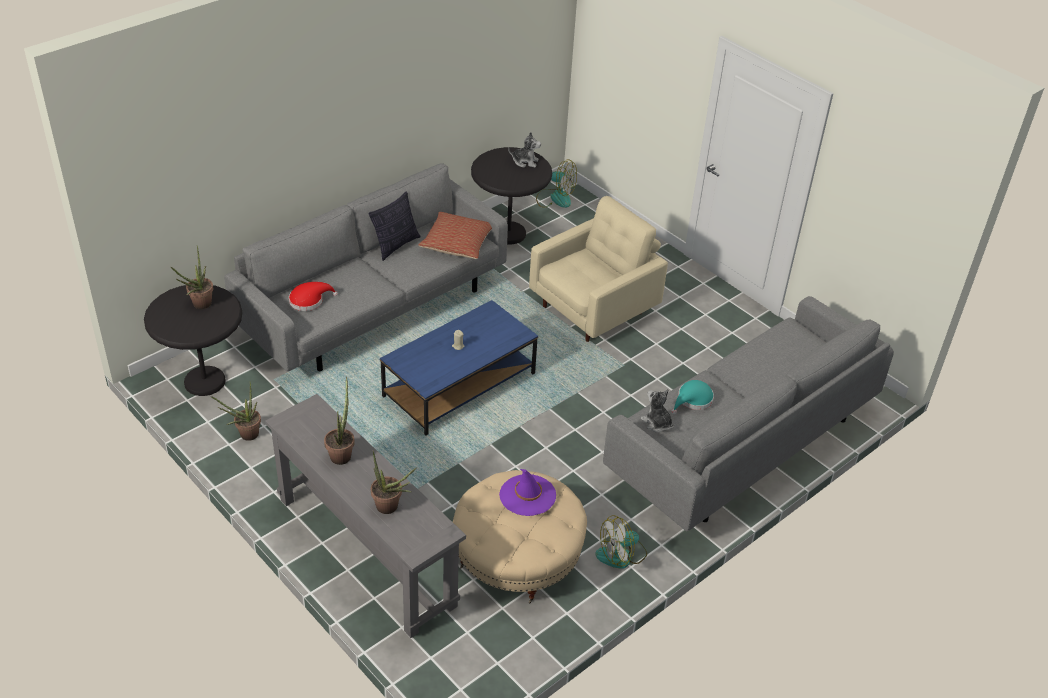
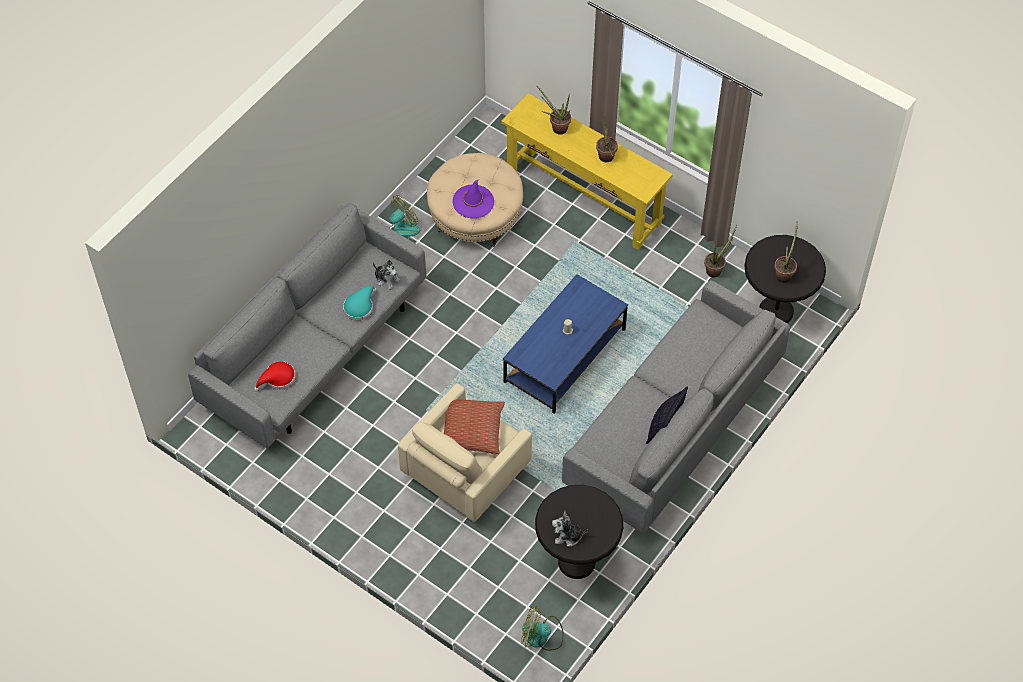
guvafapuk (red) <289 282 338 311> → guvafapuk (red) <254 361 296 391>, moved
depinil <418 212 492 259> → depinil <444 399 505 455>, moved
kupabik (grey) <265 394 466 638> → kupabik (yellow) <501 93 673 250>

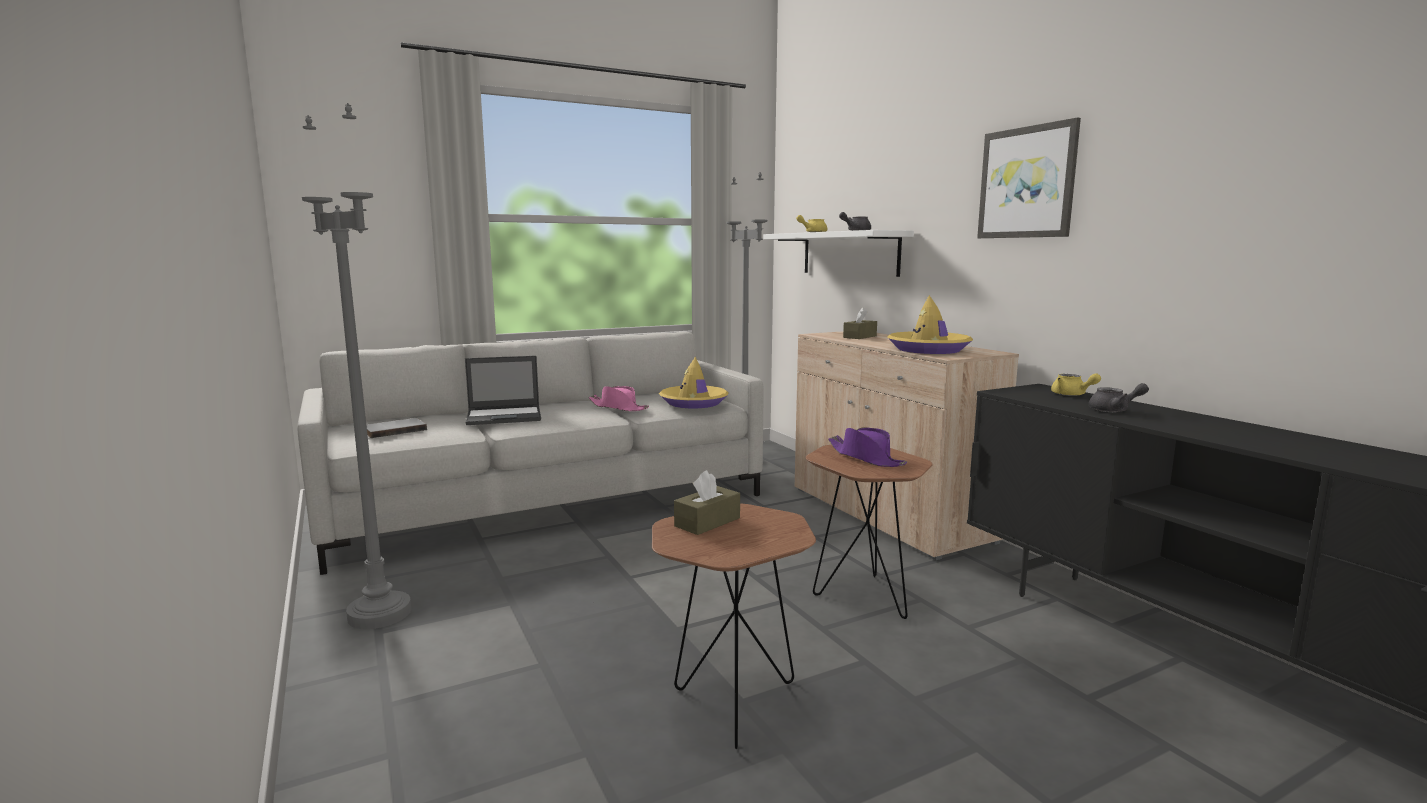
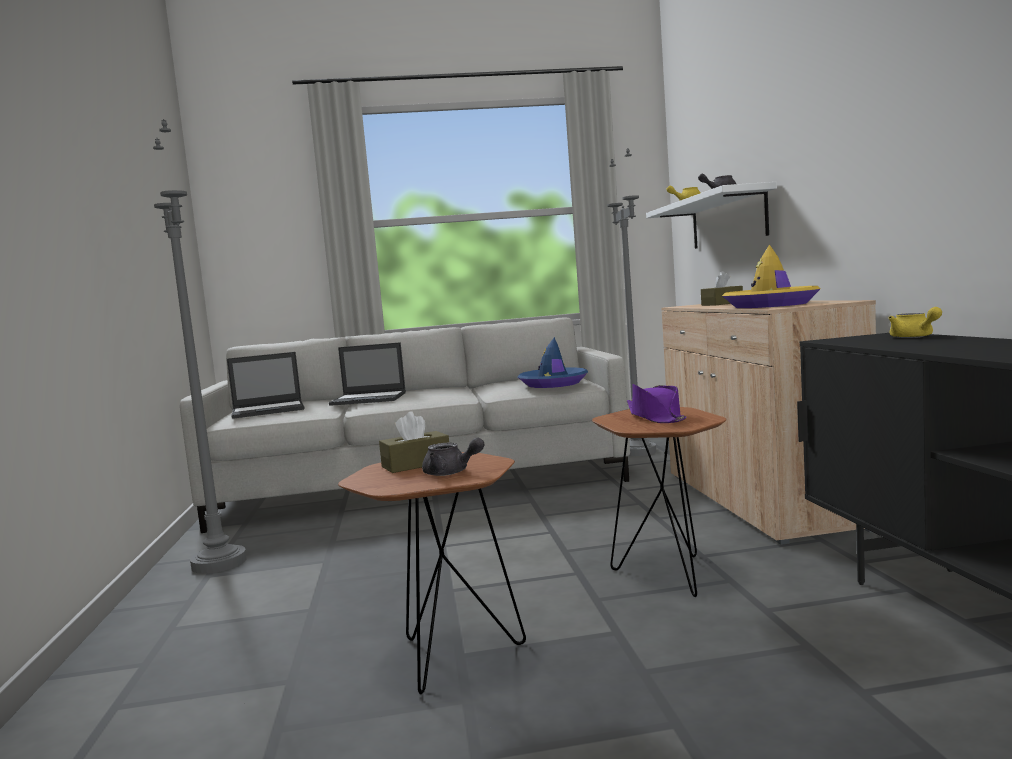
guvafapuk (pink) <589 386 649 411> → -
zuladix <977 117 1081 238> → -
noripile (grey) <1089 383 1149 412> → noripile (grey) <422 438 484 476>, moved
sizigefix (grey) <366 418 427 438> → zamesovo <227 352 304 419>
guvafapuk (yellow) <659 357 729 408> → guvafapuk (blue) <518 337 588 388>

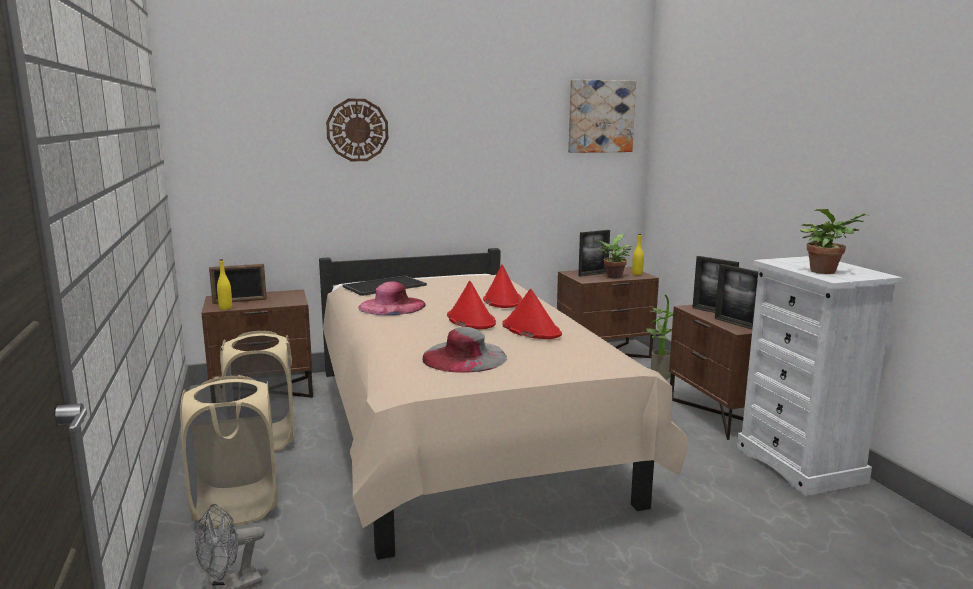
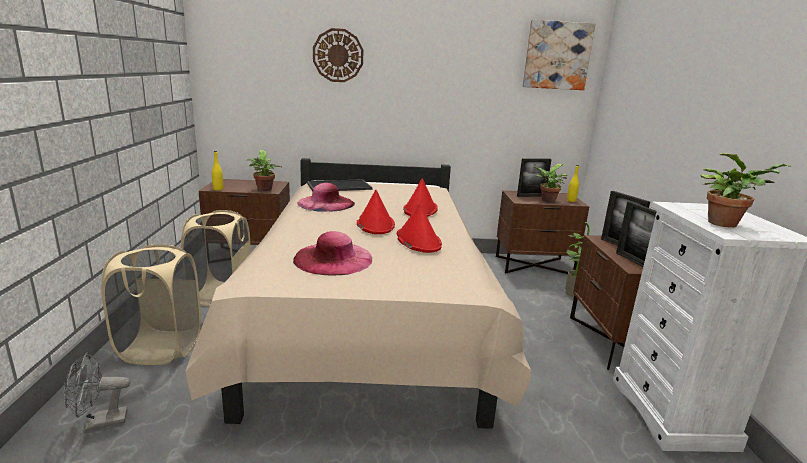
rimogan <209 264 267 304> → -
- → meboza <247 150 281 191>
guvafapuk (grey) <423 327 507 373> → guvafapuk (pink) <293 231 372 276>

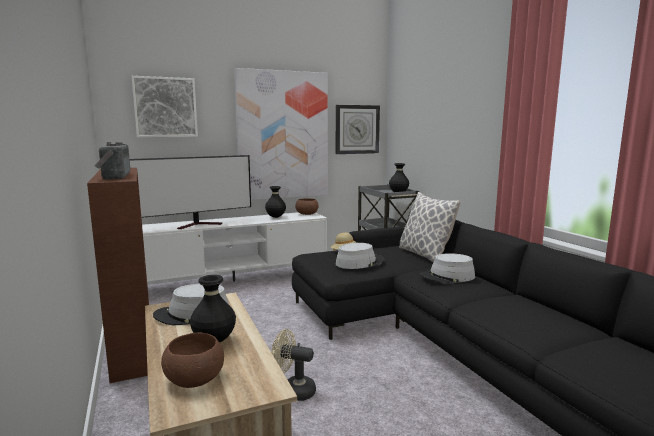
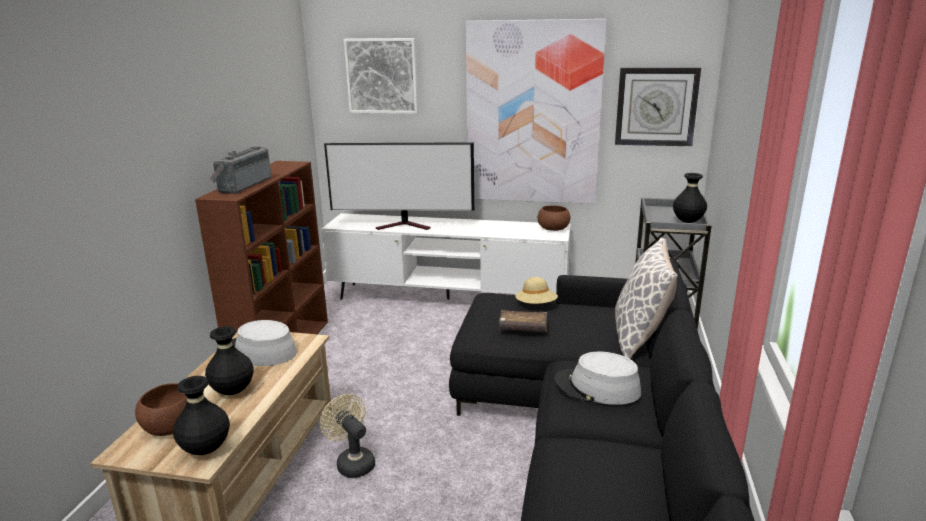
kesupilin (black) <265 186 286 218> → kesupilin (black) <173 376 230 455>, moved
guvafapuk (grey) <336 243 384 269> → sizigefix (brown) <499 310 547 332>

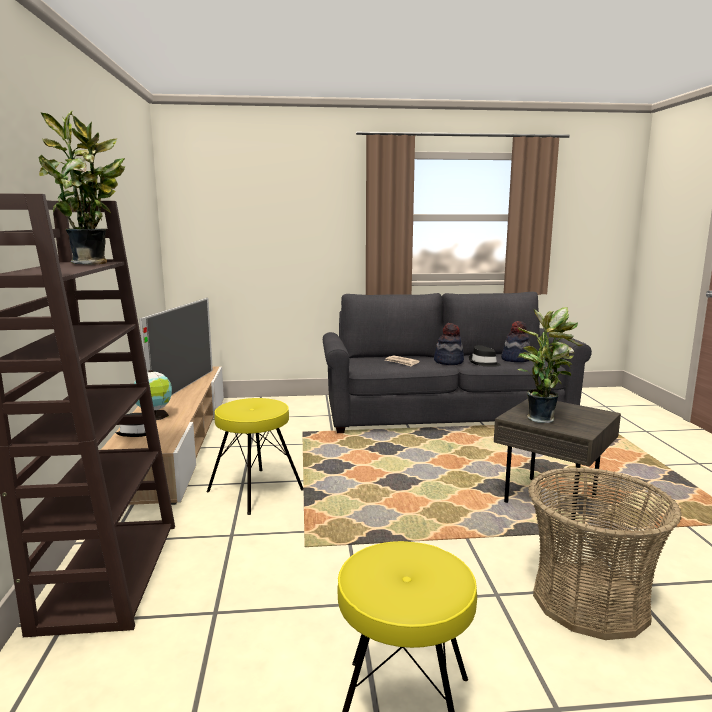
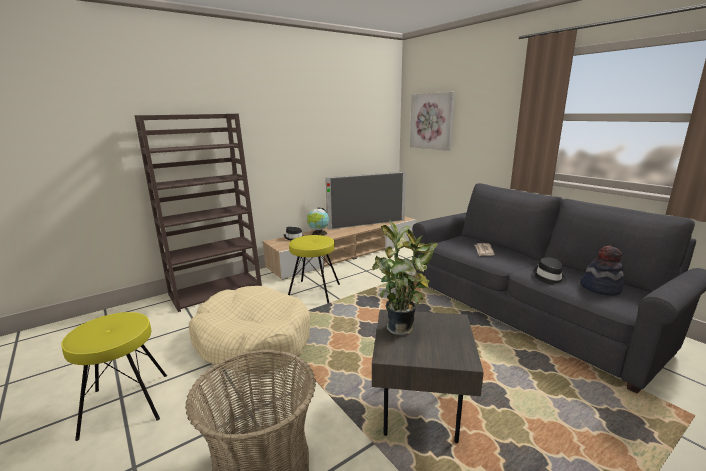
meboza <39 110 125 264> → -
guvafapuk <434 323 464 365> → -
- → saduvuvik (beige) <189 286 310 373>
- → zuladix <410 92 454 151>

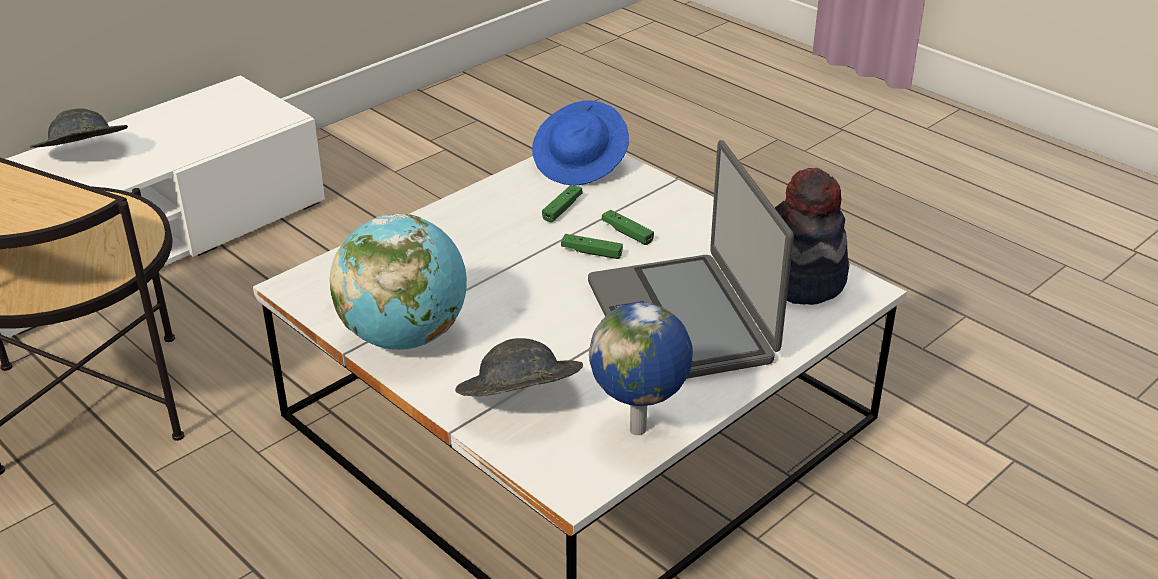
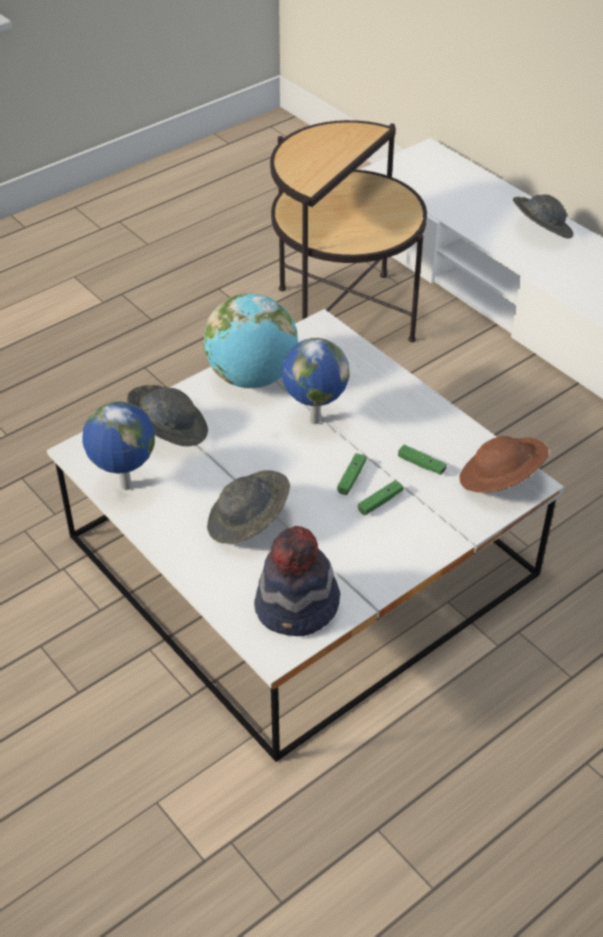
- → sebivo <282 338 350 424>
zamesovo <588 140 794 379> → guvafapuk (grey) <207 470 290 543>
guvafapuk (blue) <532 100 629 185> → guvafapuk (brown) <460 436 548 493>

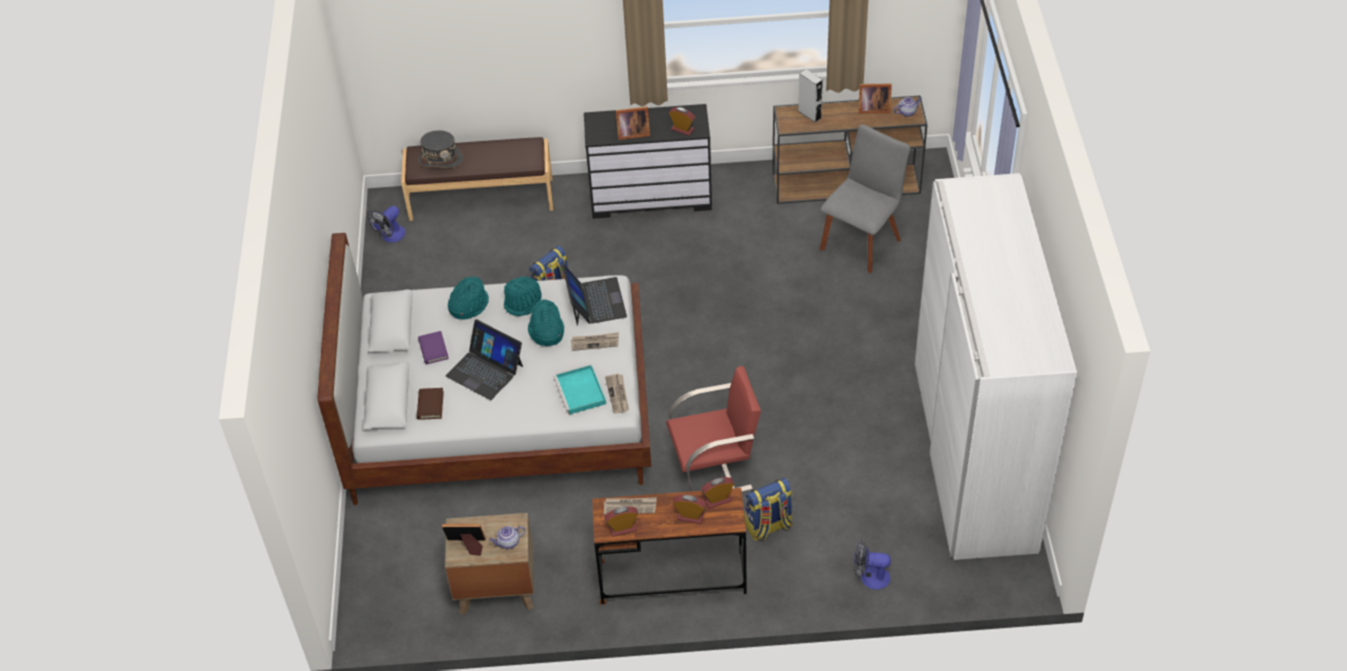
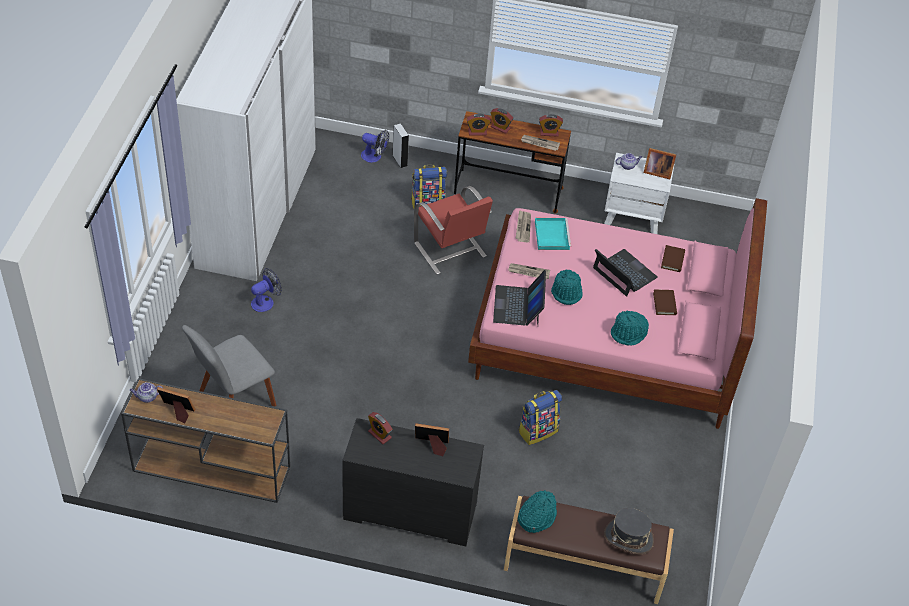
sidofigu <367 206 406 243> → sidofigu <251 268 282 312>, moved
guvafapuk (turquoise) <504 277 542 316> → guvafapuk (turquoise) <518 490 557 533>, moved
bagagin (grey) <798 69 823 123> → bagagin (grey) <393 123 409 168>, moved
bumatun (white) <318 233 651 505> → bumatun (pink) <468 198 767 429>
sizigefix (purple) <418 331 449 364> → sizigefix (brown) <653 289 677 315>
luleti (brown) <445 513 534 615> → luleti (white) <604 153 674 234>
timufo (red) <666 366 761 492> → timufo (red) <414 186 493 274>, 120 degrees counterclockwise

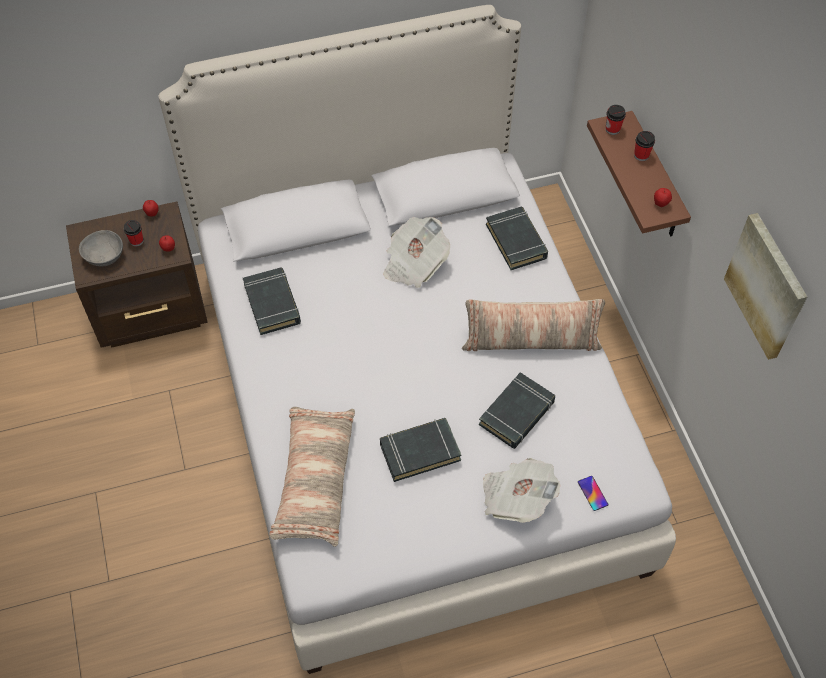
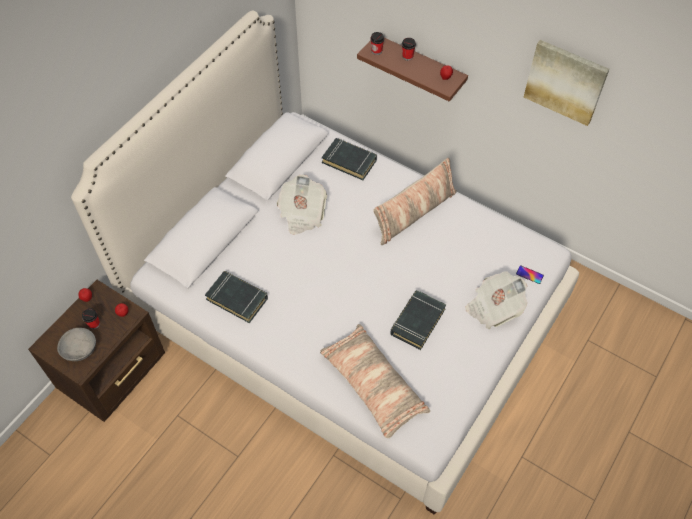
sizigefix (black) <479 372 555 449> → -

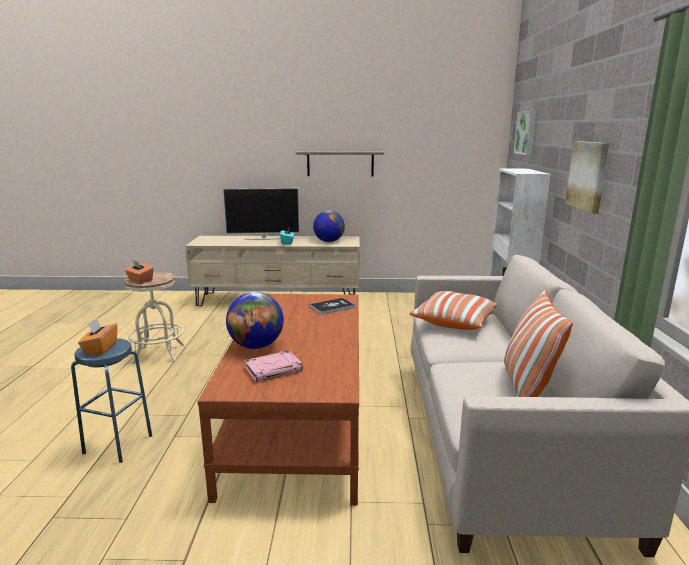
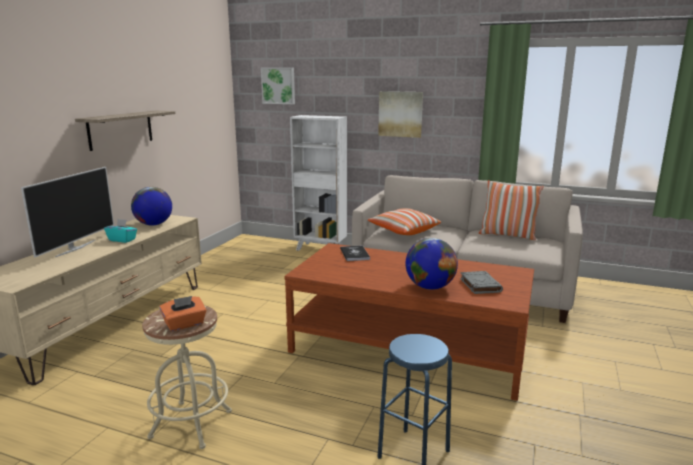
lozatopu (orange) <78 319 117 355> → -
sizigefix (pink) <244 351 303 382> → sizigefix (grey) <460 271 503 294>

